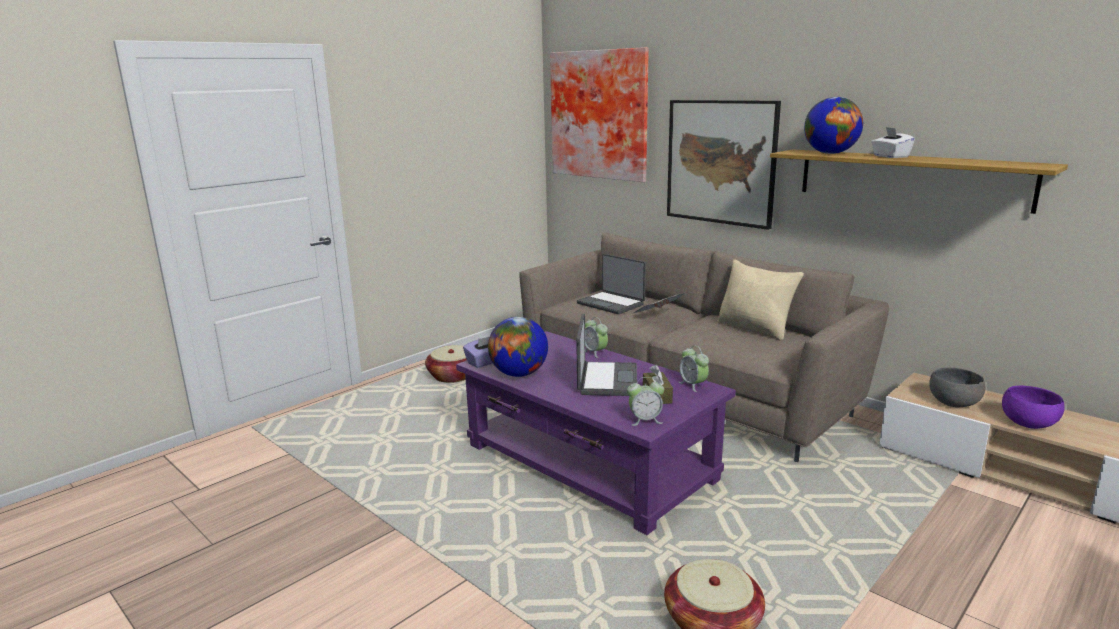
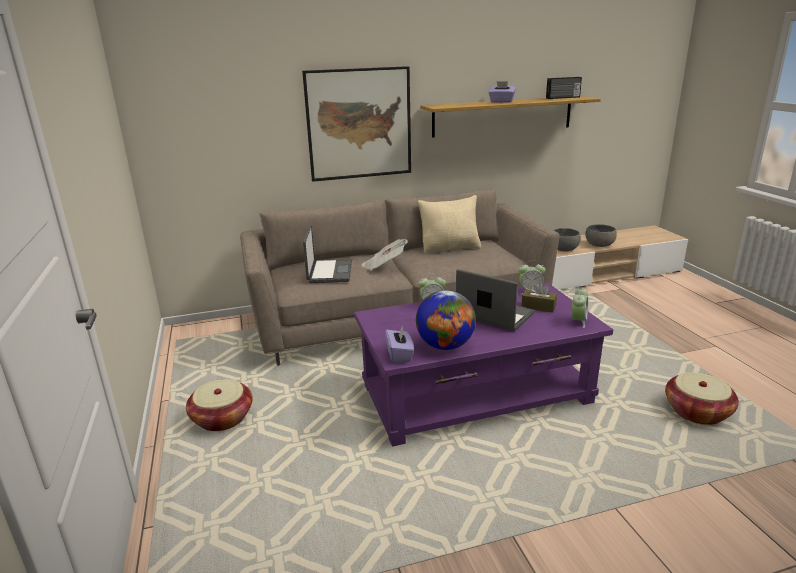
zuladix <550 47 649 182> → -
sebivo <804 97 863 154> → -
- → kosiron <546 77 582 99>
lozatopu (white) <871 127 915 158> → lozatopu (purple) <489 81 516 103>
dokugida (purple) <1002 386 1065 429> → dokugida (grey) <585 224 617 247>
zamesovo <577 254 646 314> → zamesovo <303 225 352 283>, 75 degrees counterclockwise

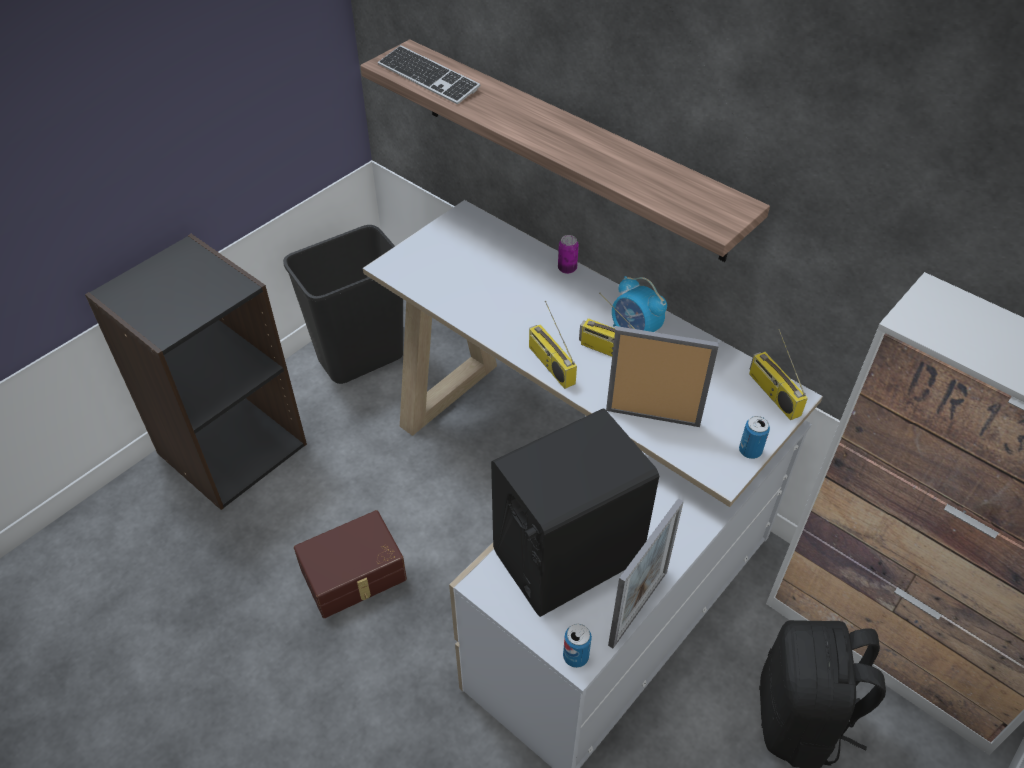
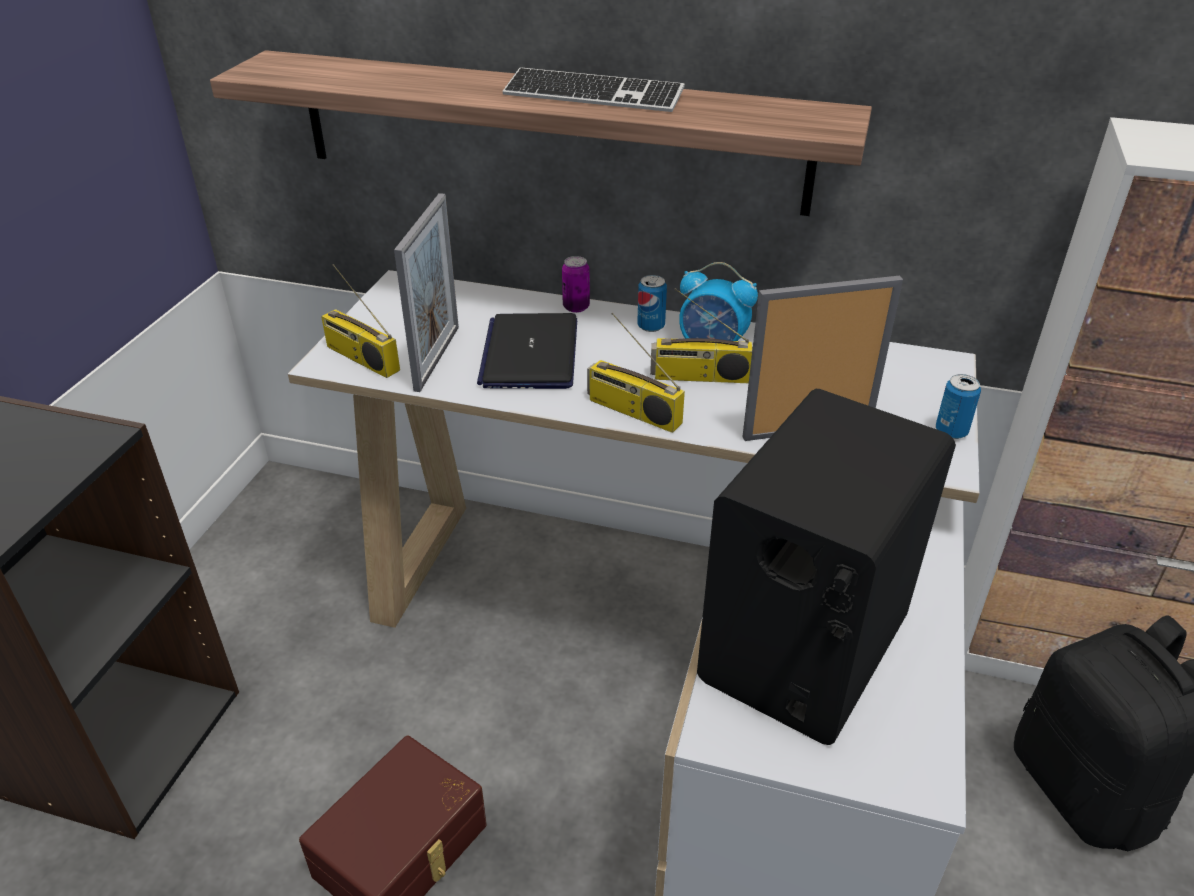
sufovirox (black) <283 225 403 384> → -
- → zamesovo <477 313 577 389>
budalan <378 45 480 104> → budalan <503 68 684 112>, moved
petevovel <563 624 592 668> → petevovel <637 275 667 332>, moved
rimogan <608 498 684 648> → rimogan <394 193 459 392>, moved
kosiron <749 329 808 420> → kosiron <321 264 400 378>, moved

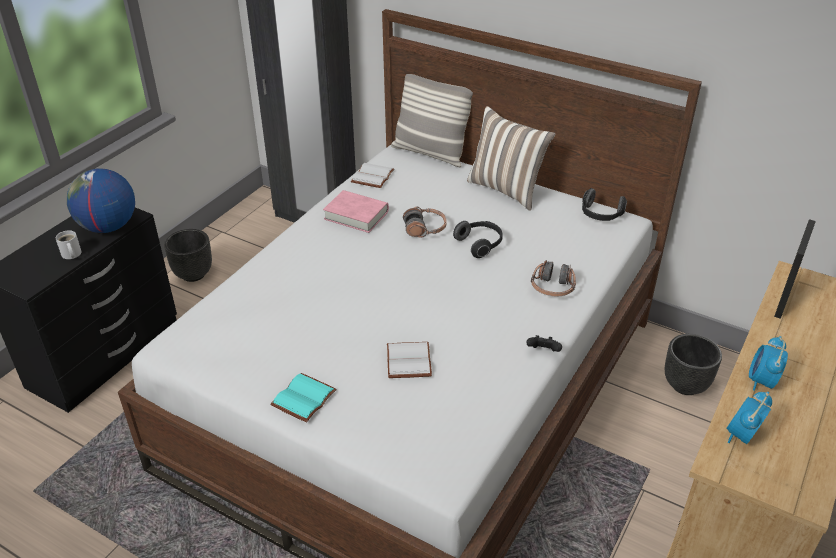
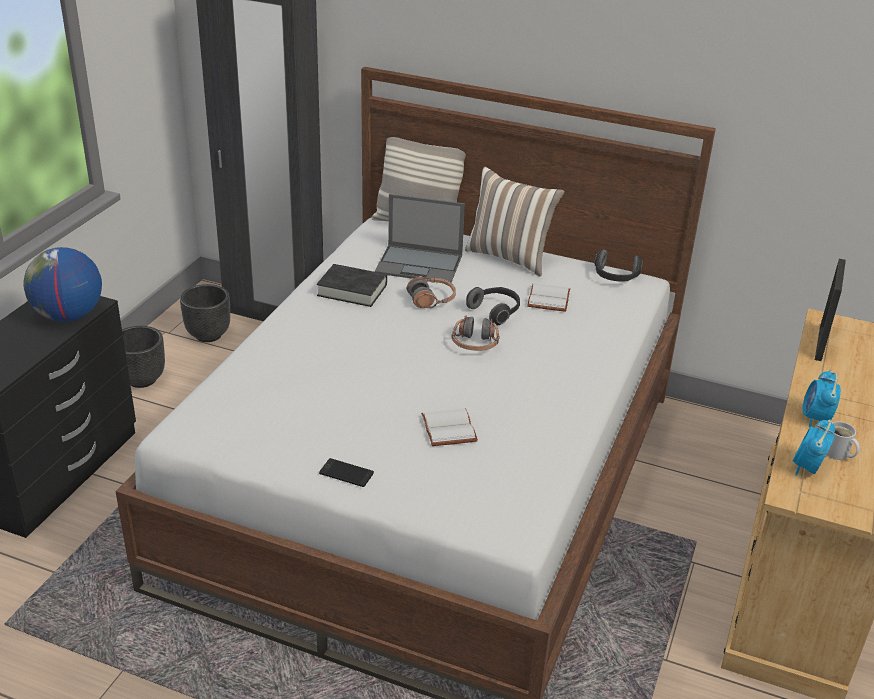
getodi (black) <526 335 562 352> → -
- → zamesovo <375 194 465 283>
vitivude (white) <56 230 82 259> → vitivude (white) <826 421 860 460>, moved
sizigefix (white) <351 163 394 188> → sizigefix (white) <527 283 570 312>, moved
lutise <531 260 576 296> → lutise <452 316 500 351>, moved
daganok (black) <665 334 722 395> → daganok (black) <180 284 230 342>, moved
sizigefix (turquoise) <270 373 337 423> → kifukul <319 458 374 487>
sizigefix (pink) <323 190 389 233> → sizigefix (black) <317 264 387 307>

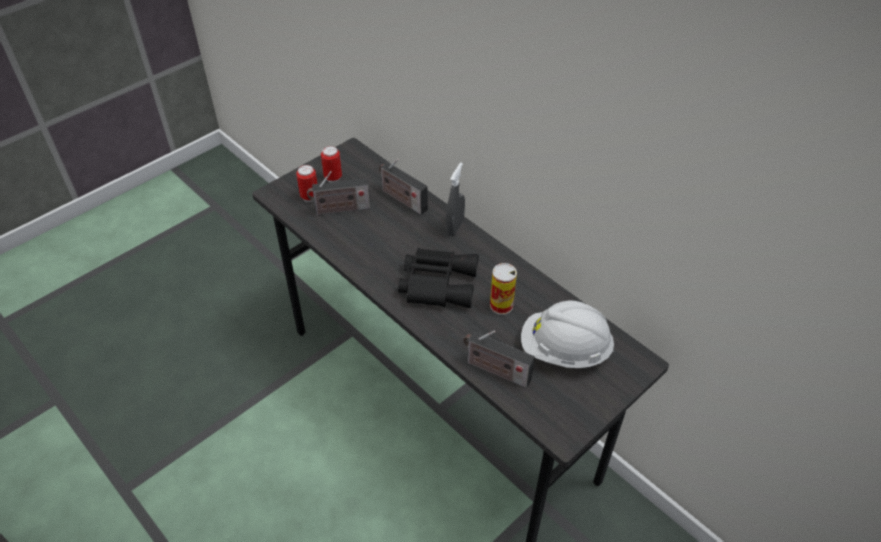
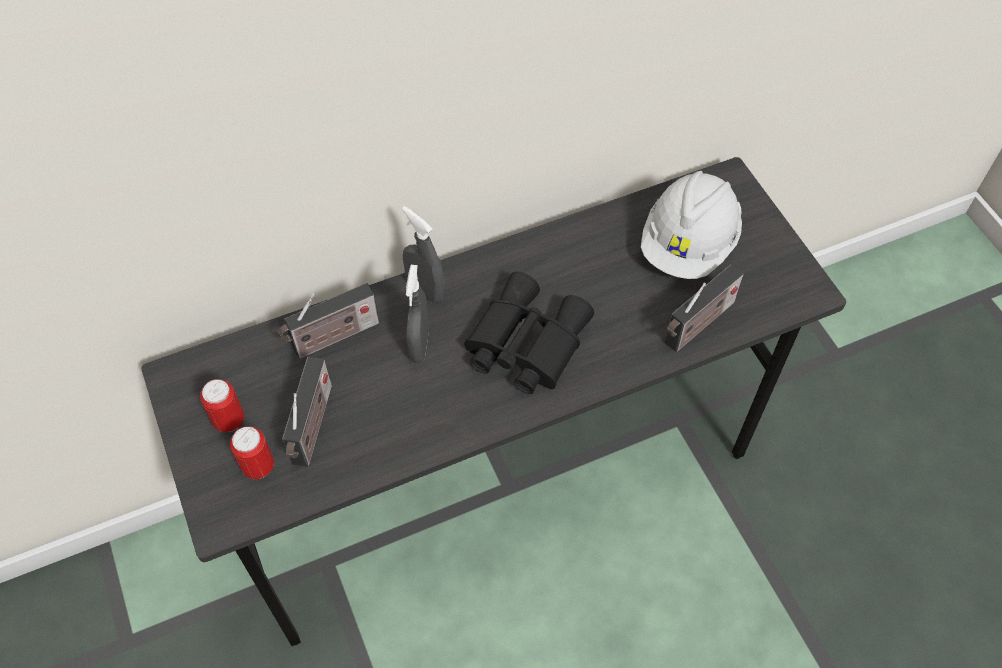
petevovel <490 263 517 315> → -
- → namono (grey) <406 265 429 363>

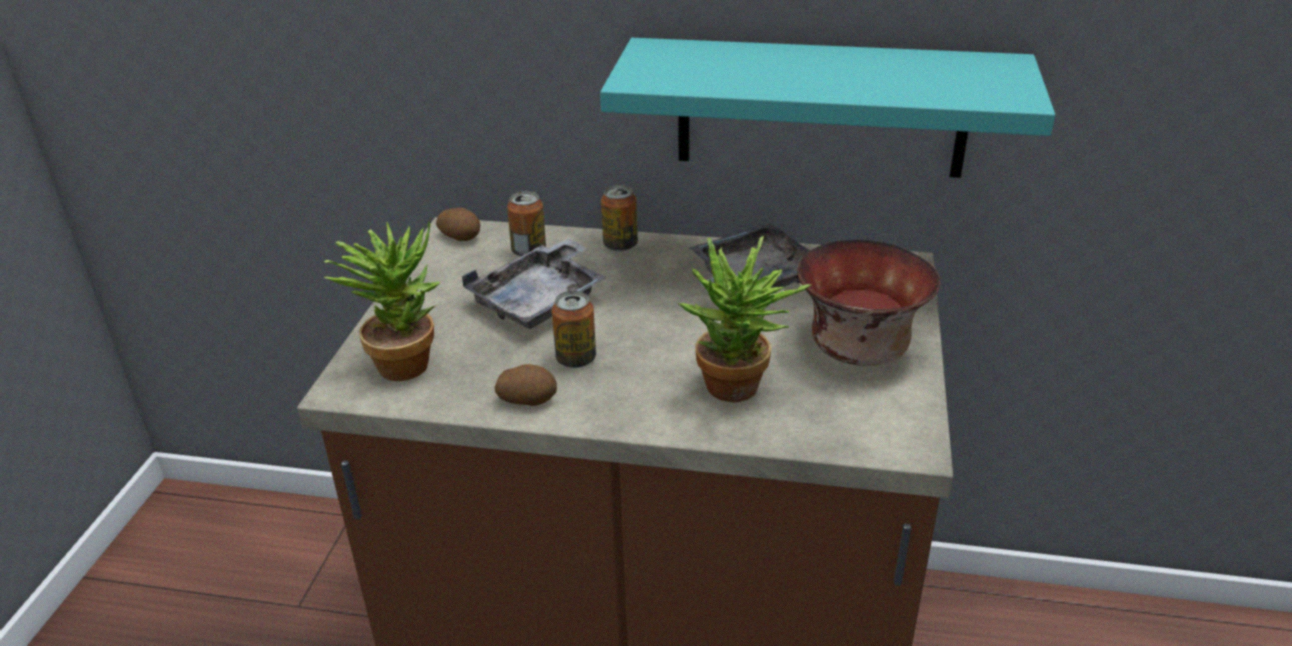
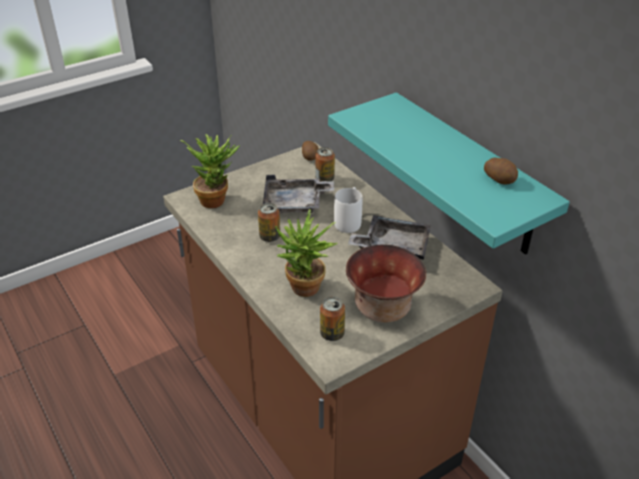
- → vitivude (white) <334 187 362 233>
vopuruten <495 364 557 406> → vopuruten <484 158 518 185>, moved
petevovel <601 185 638 252> → petevovel <320 297 345 341>, moved

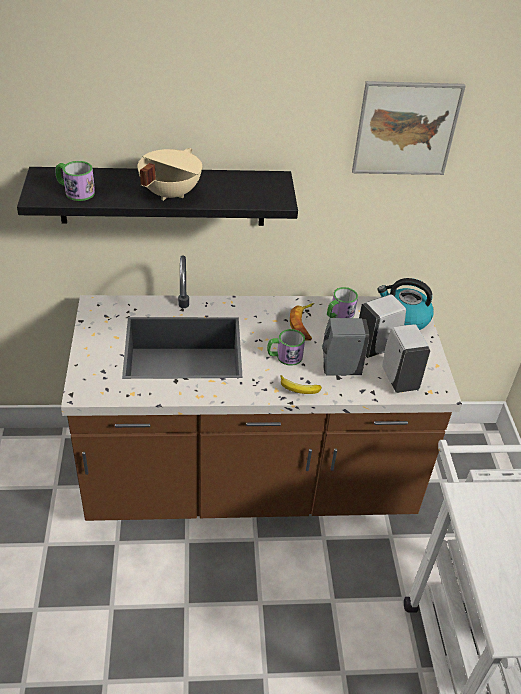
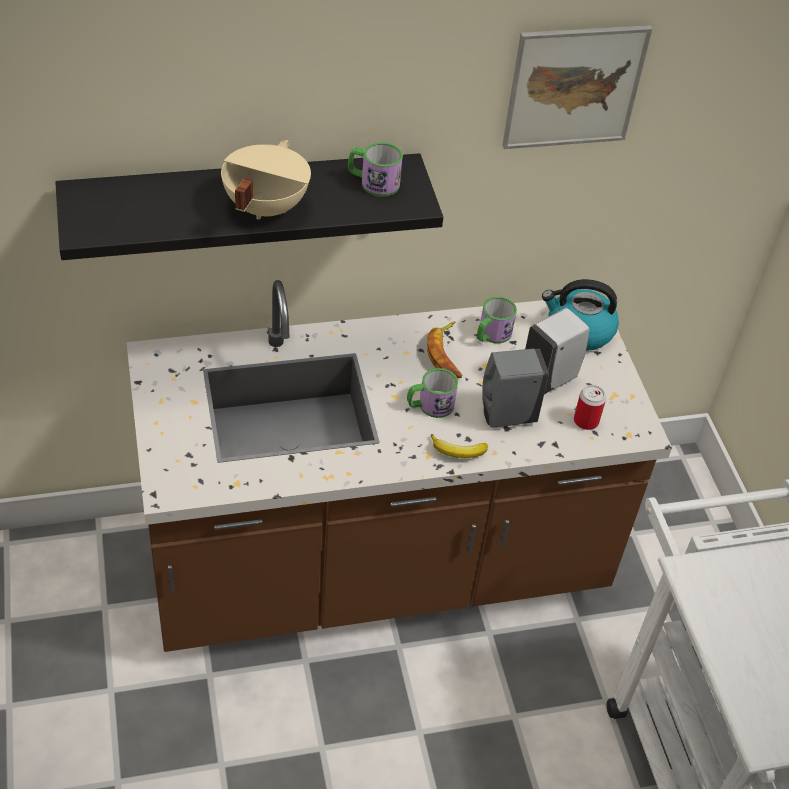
vitivude <55 161 95 201> → vitivude <348 142 403 197>, moved
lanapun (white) <382 325 430 393> → petevovel <574 385 606 430>

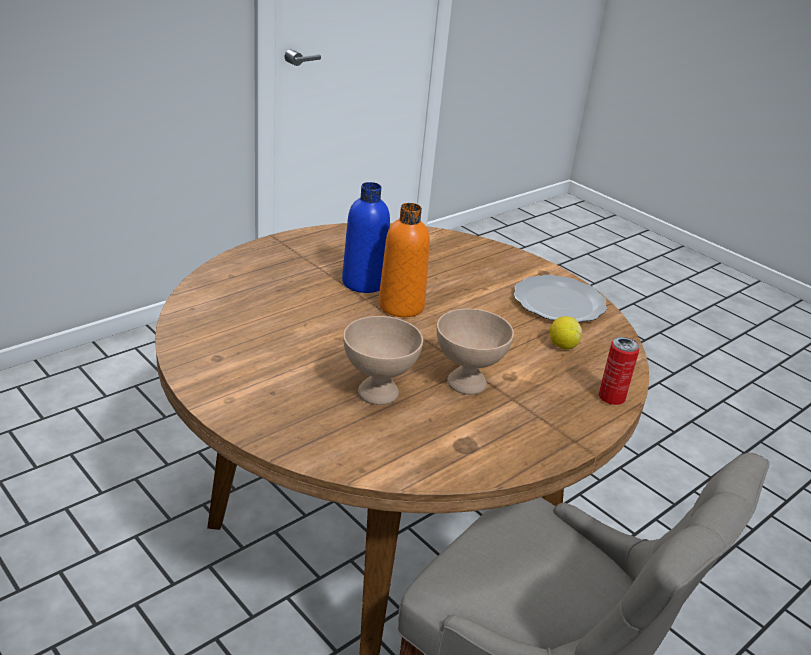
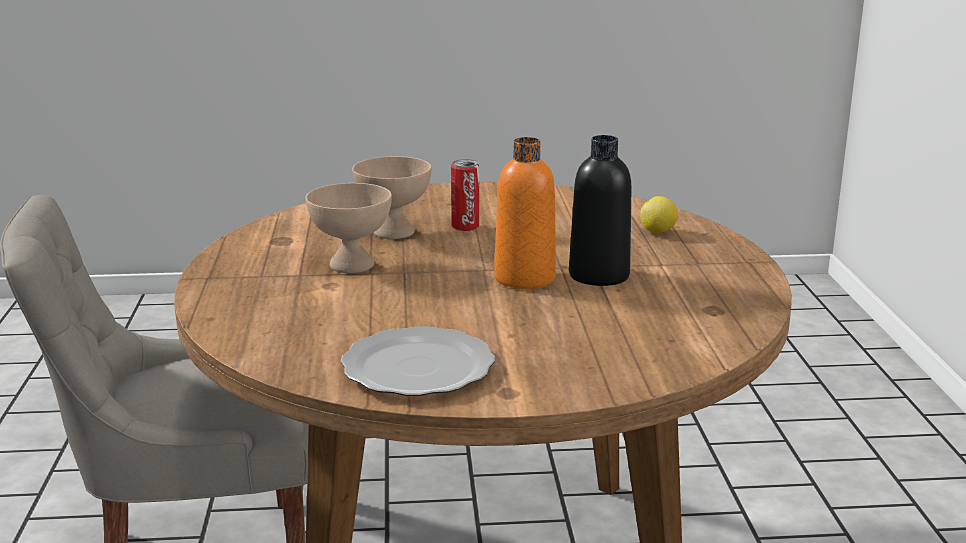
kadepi <550 316 582 350> → kadepi <640 196 678 233>, moved
petevovel <598 337 639 405> → petevovel <451 159 479 231>, moved
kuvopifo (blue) <342 182 390 293> → kuvopifo (black) <569 135 632 286>

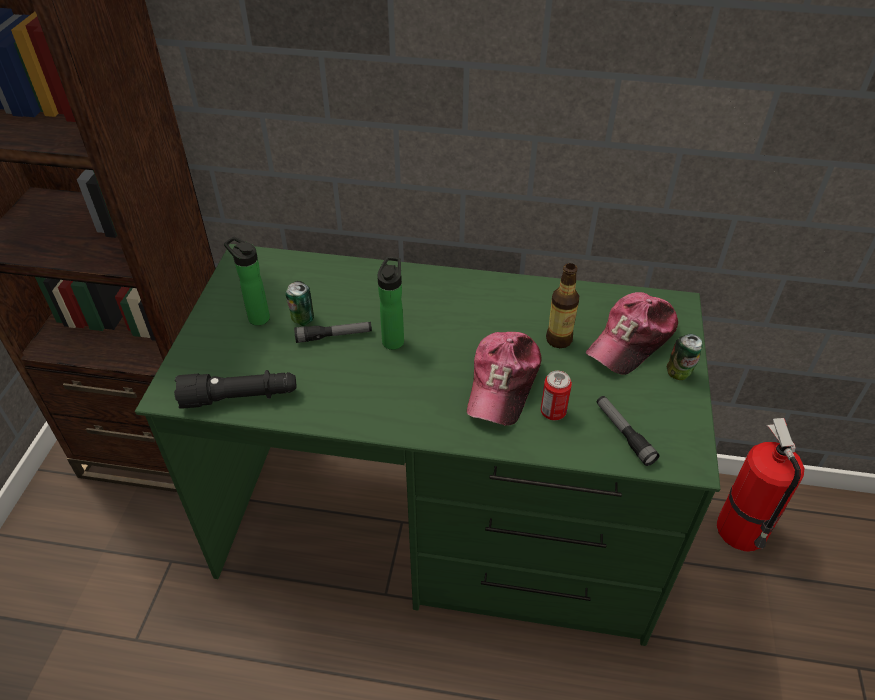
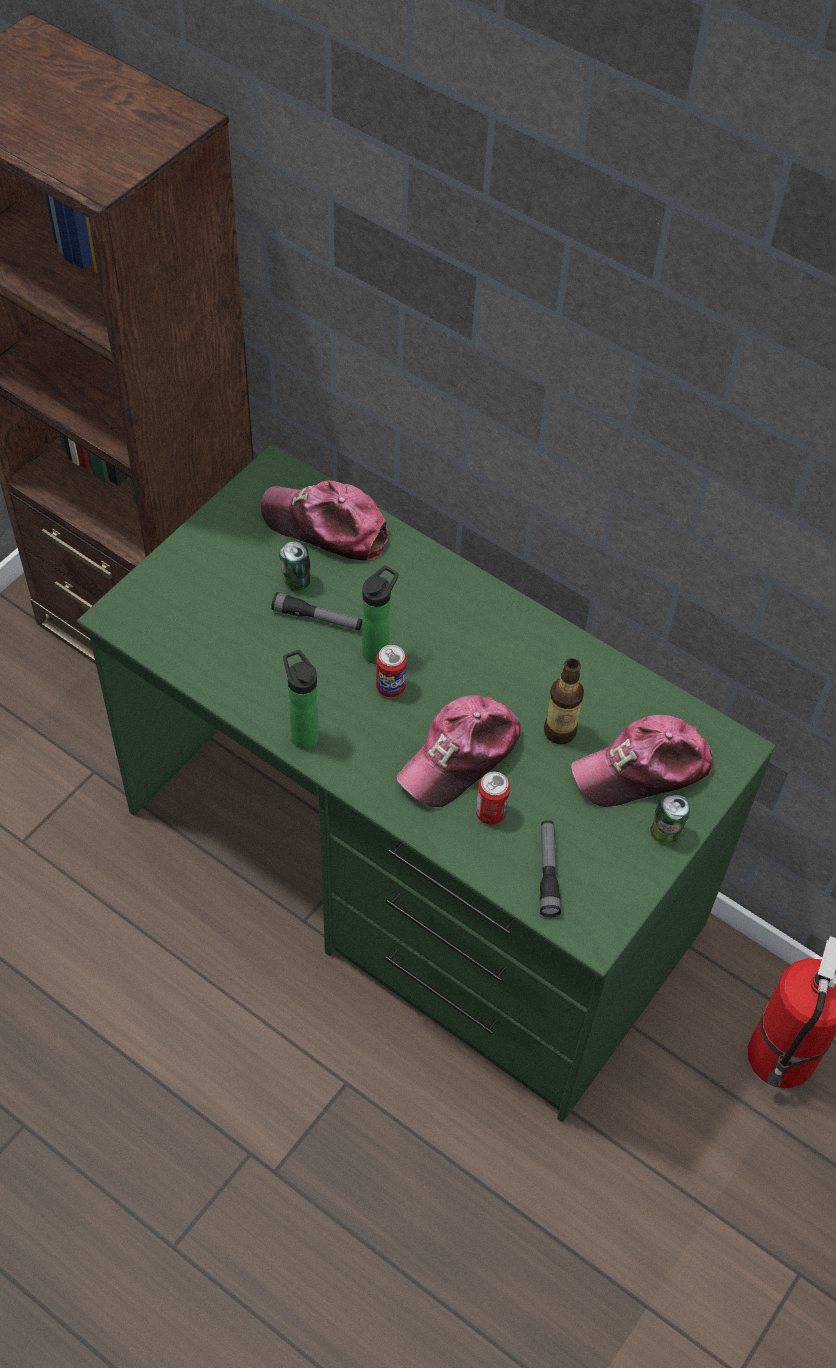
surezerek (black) <174 370 296 409> → -
- → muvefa <261 481 388 561>
- → petevovel <376 645 407 698>
kuvopifo <224 237 270 326> → kuvopifo <283 650 319 749>, moved

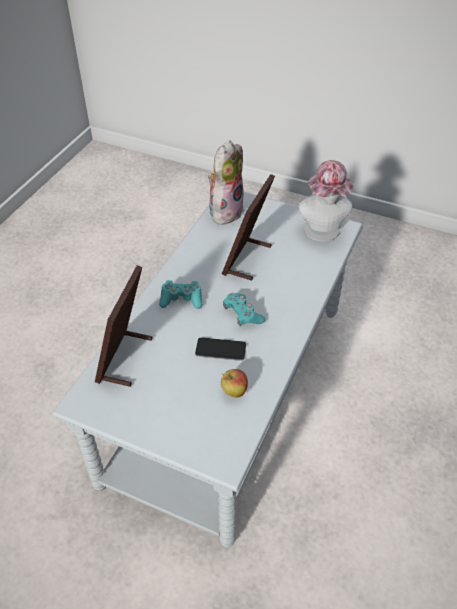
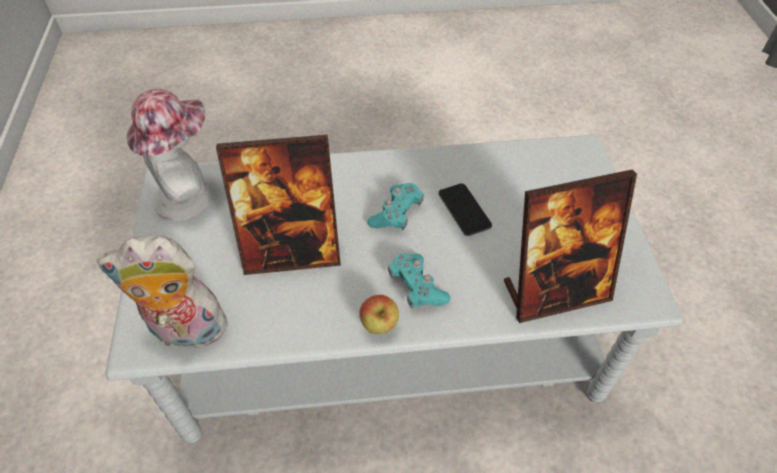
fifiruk <221 369 248 398> → fifiruk <359 295 399 334>, moved

